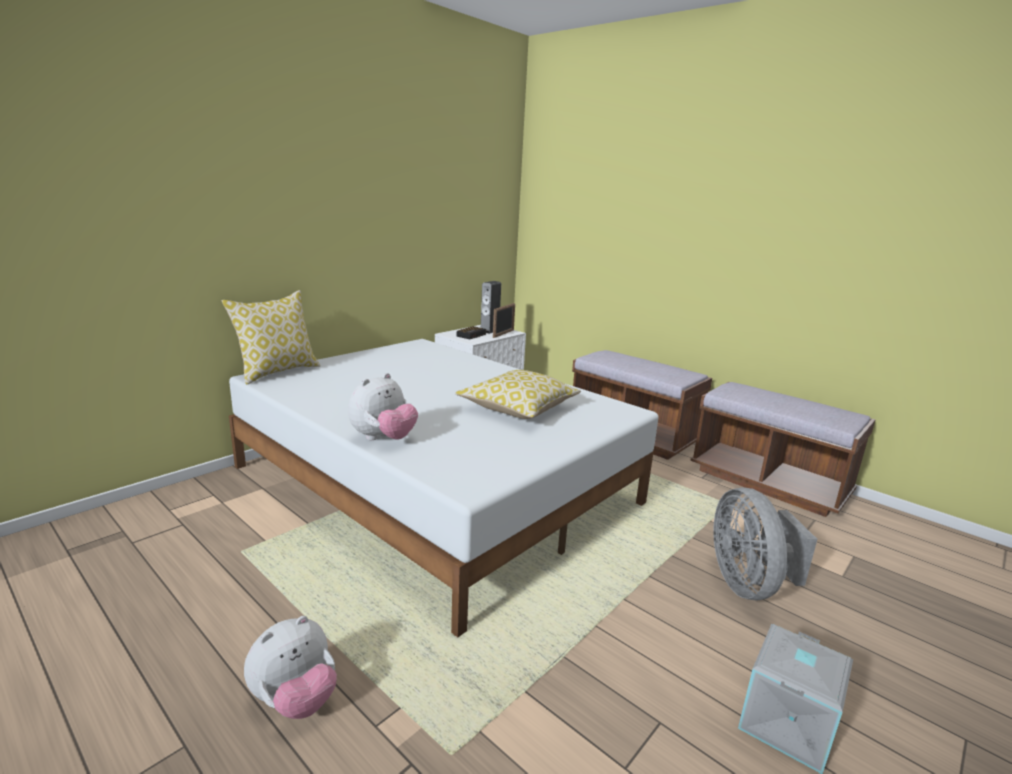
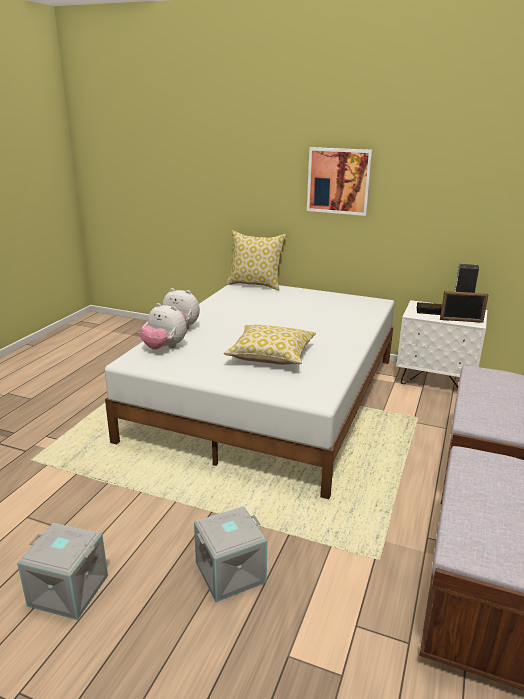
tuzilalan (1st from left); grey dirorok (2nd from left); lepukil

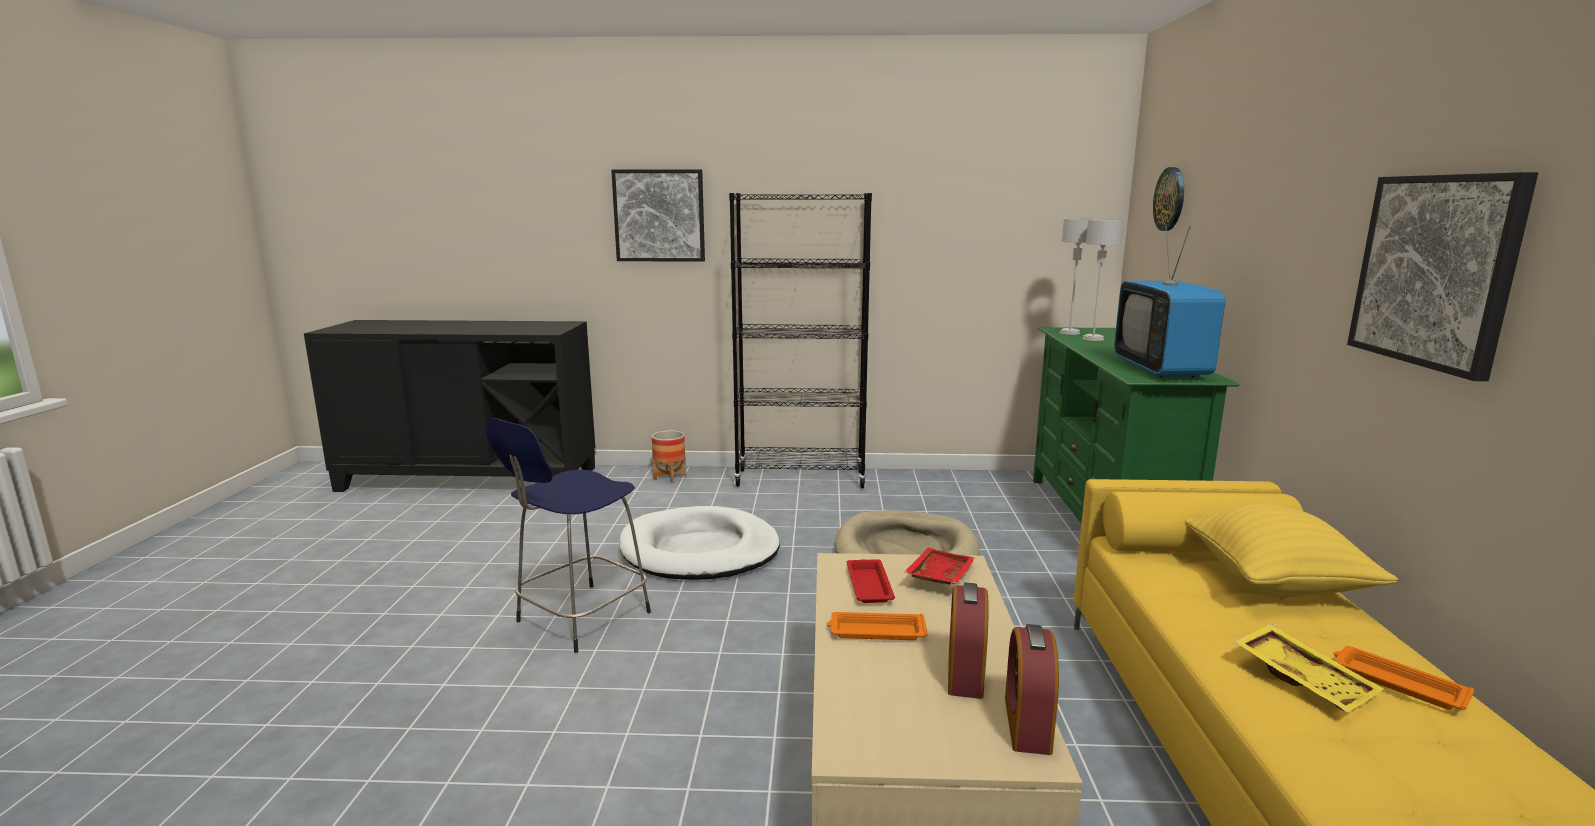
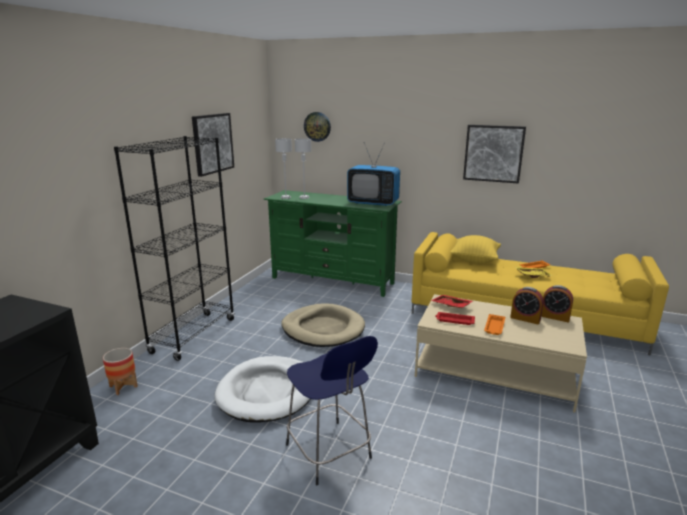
lepukil (1st from left)

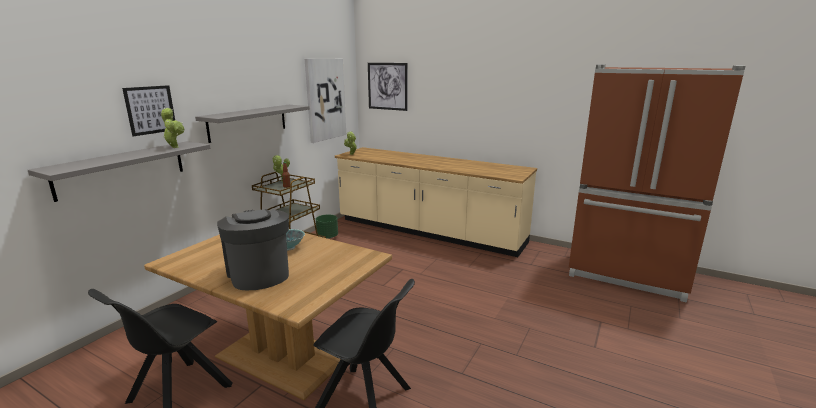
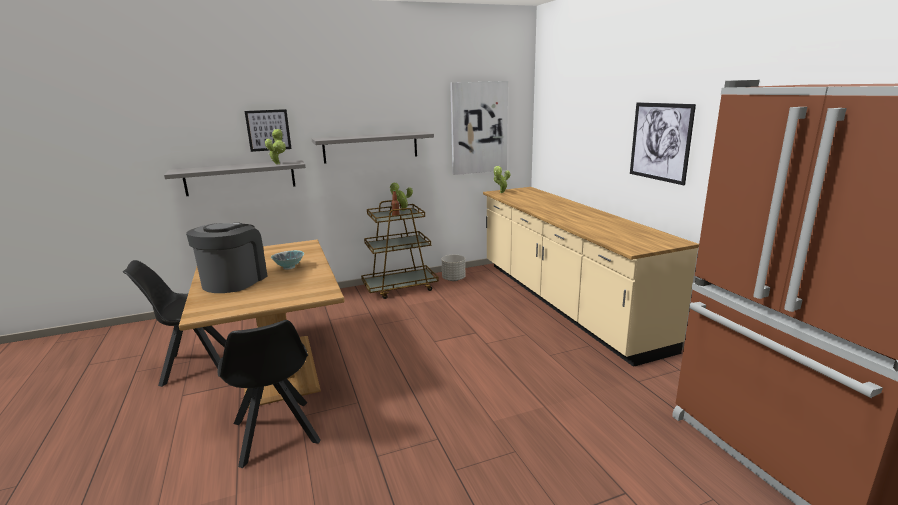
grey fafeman; lepukil (3rd from left)

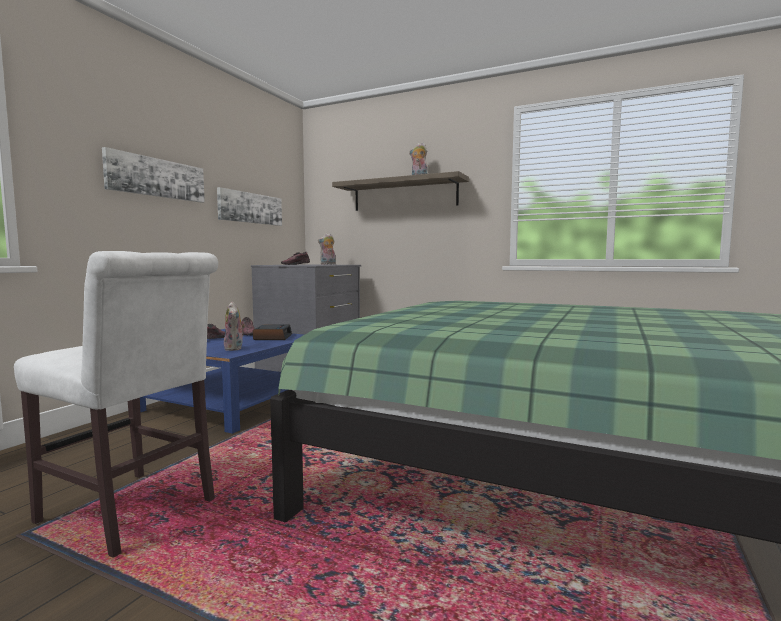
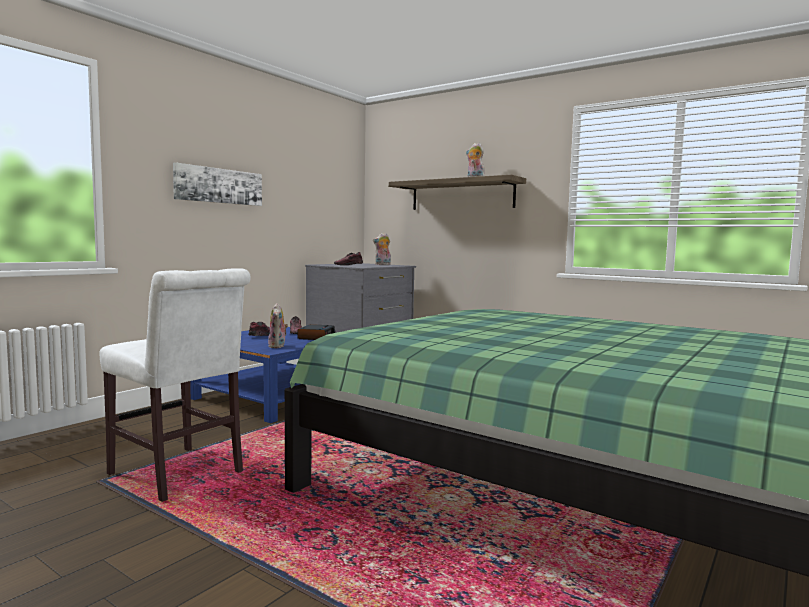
lepukil (2nd from left in the first image)

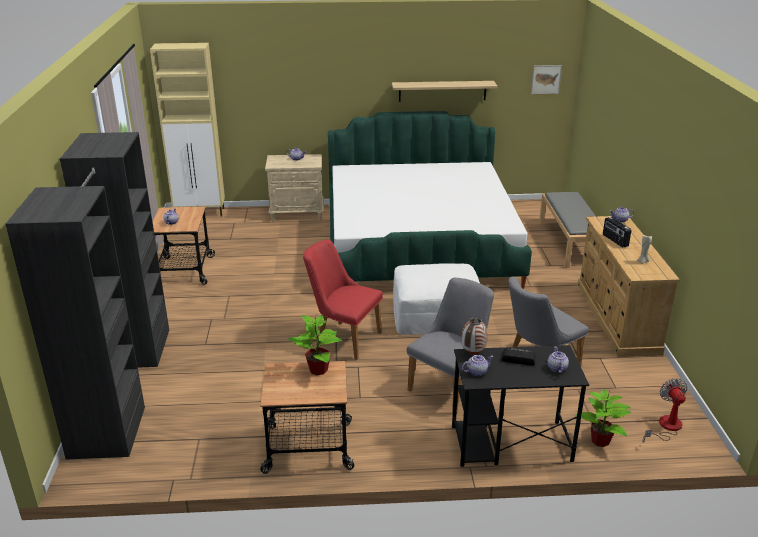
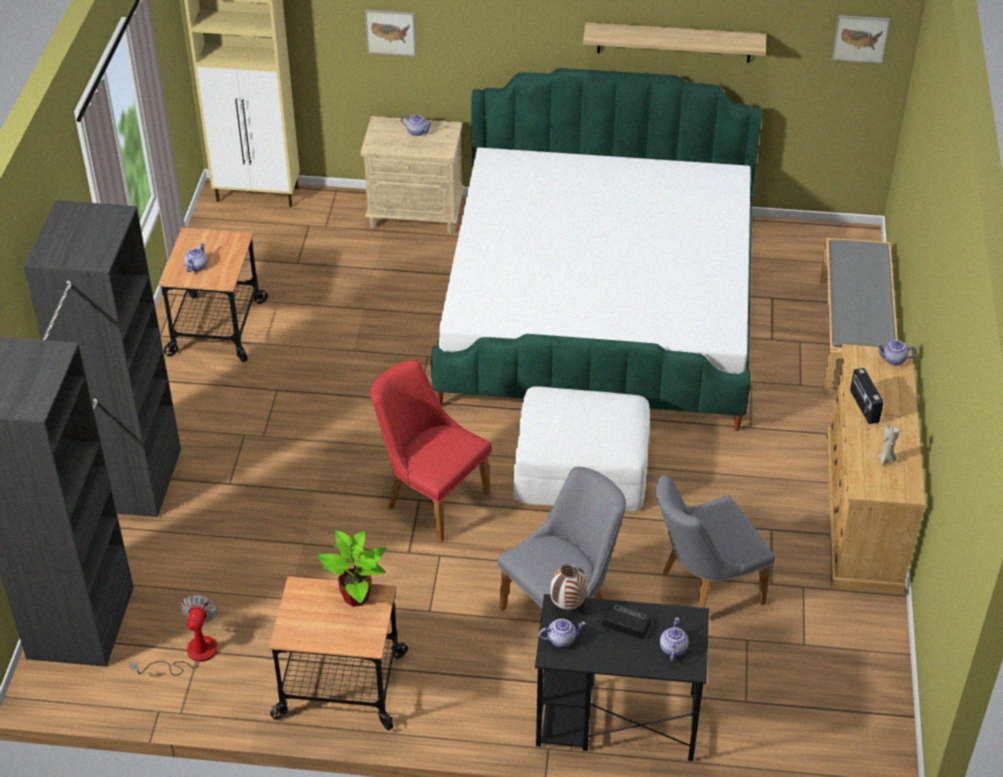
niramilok; lepukil (1st from left); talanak (2nd from left in the first image)

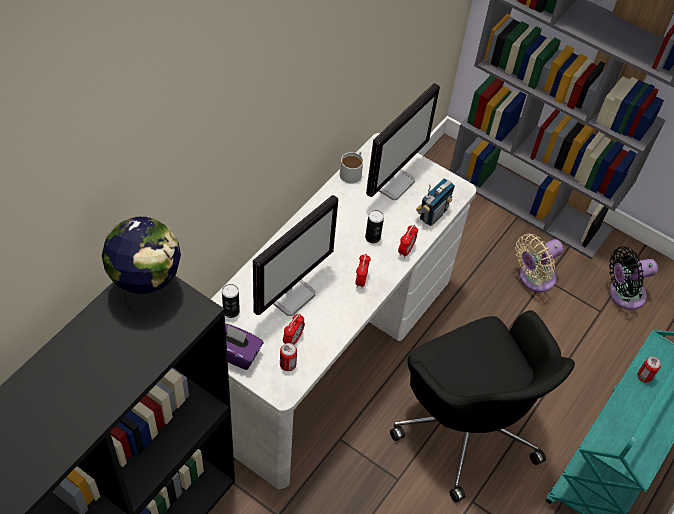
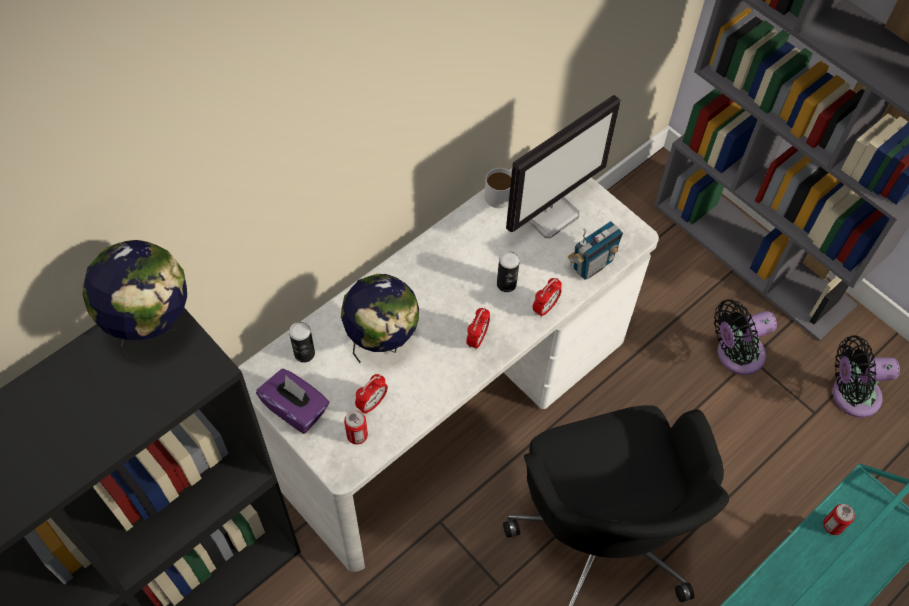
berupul (2nd from left); black niramilok (1st from left)

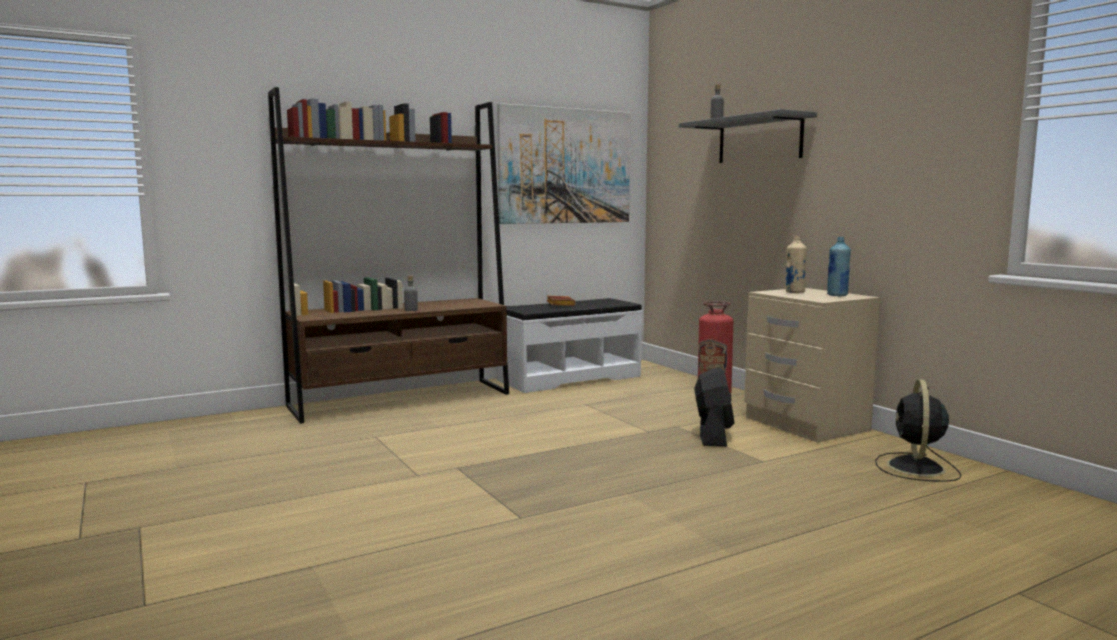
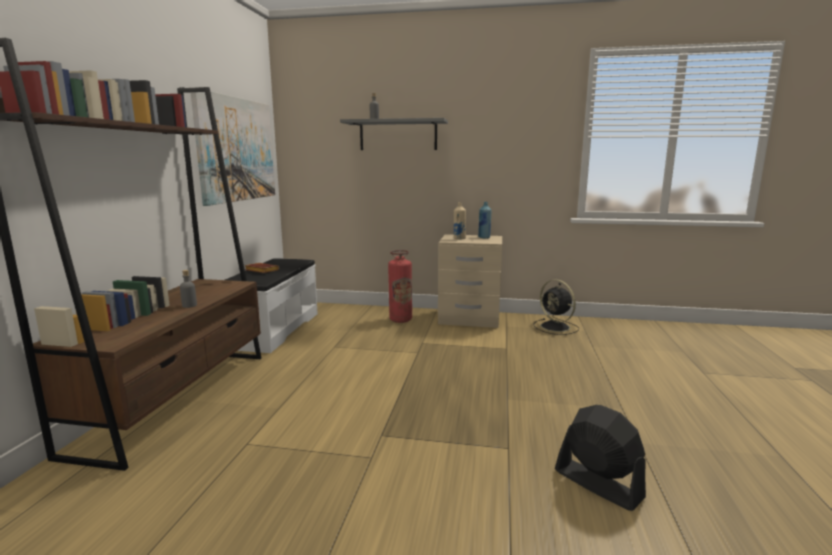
black niramilok (2nd from left)

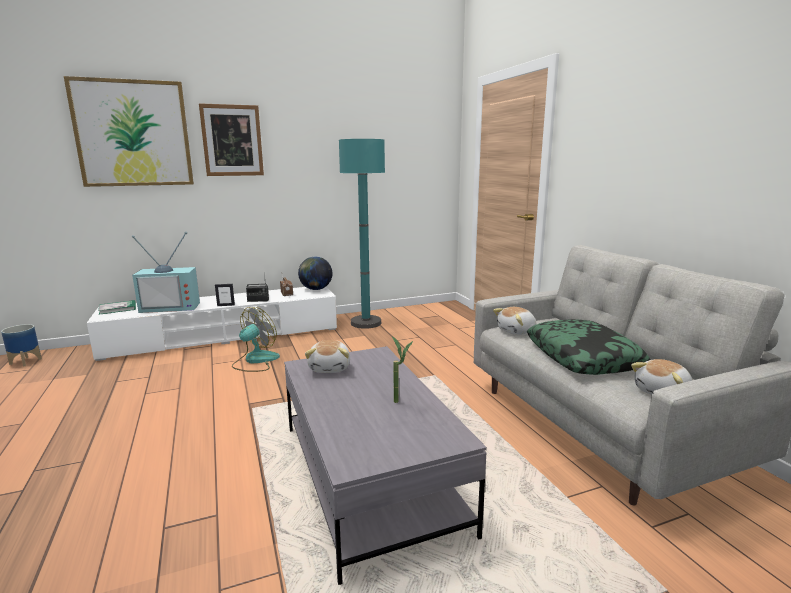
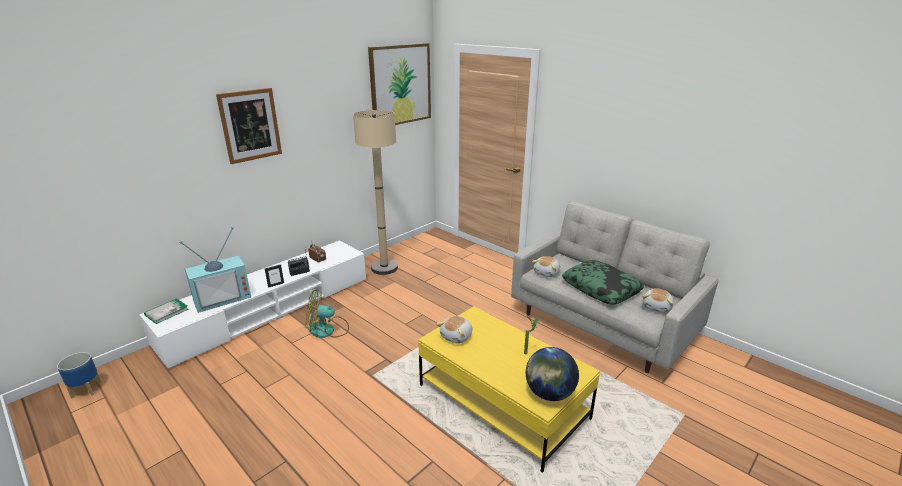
niramilok; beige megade; lepukil (2nd from left); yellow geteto; tuzilalan (1st from left); berupul

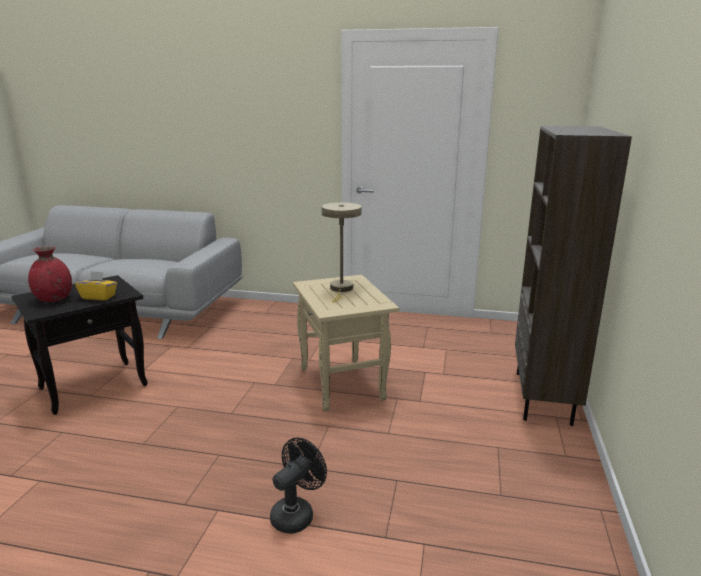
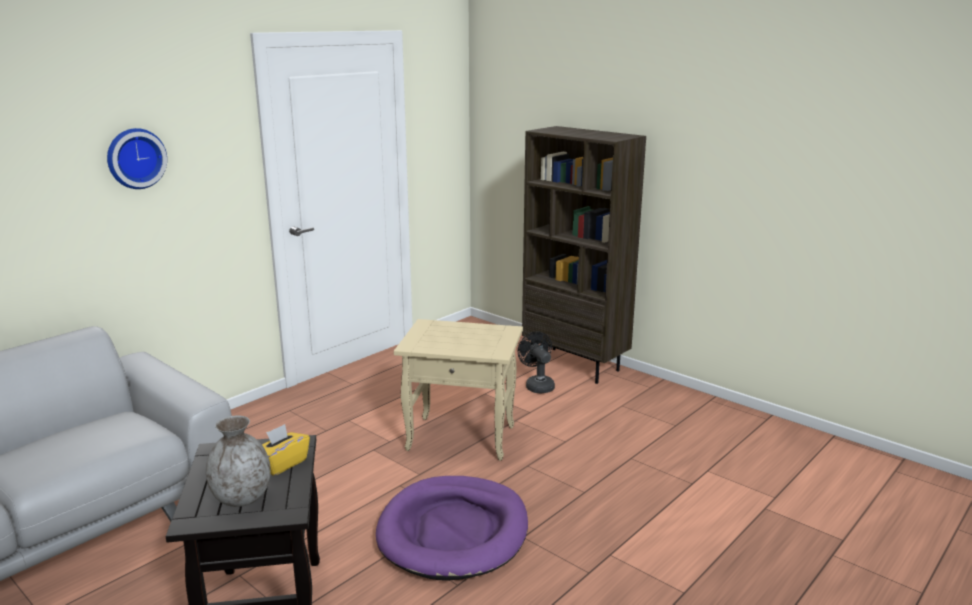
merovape; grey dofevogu; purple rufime; black niramilok; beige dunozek

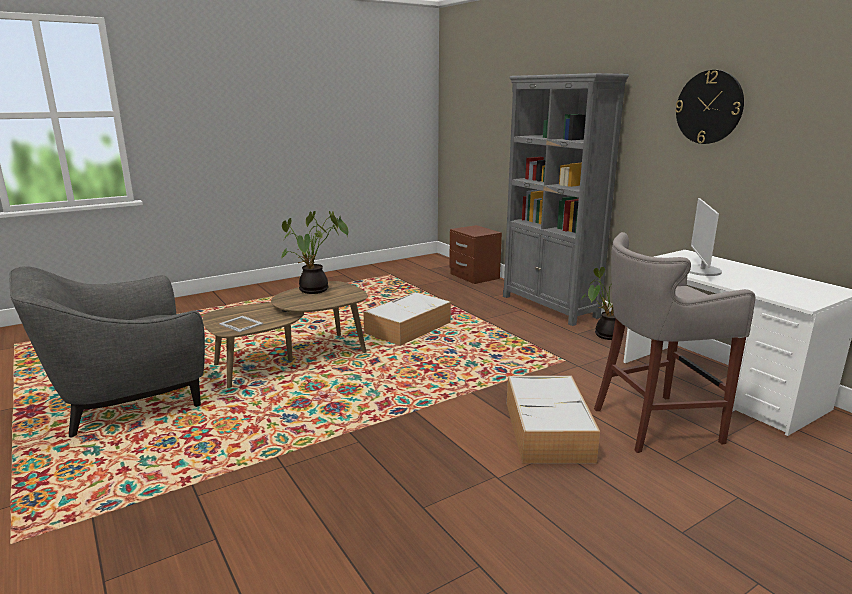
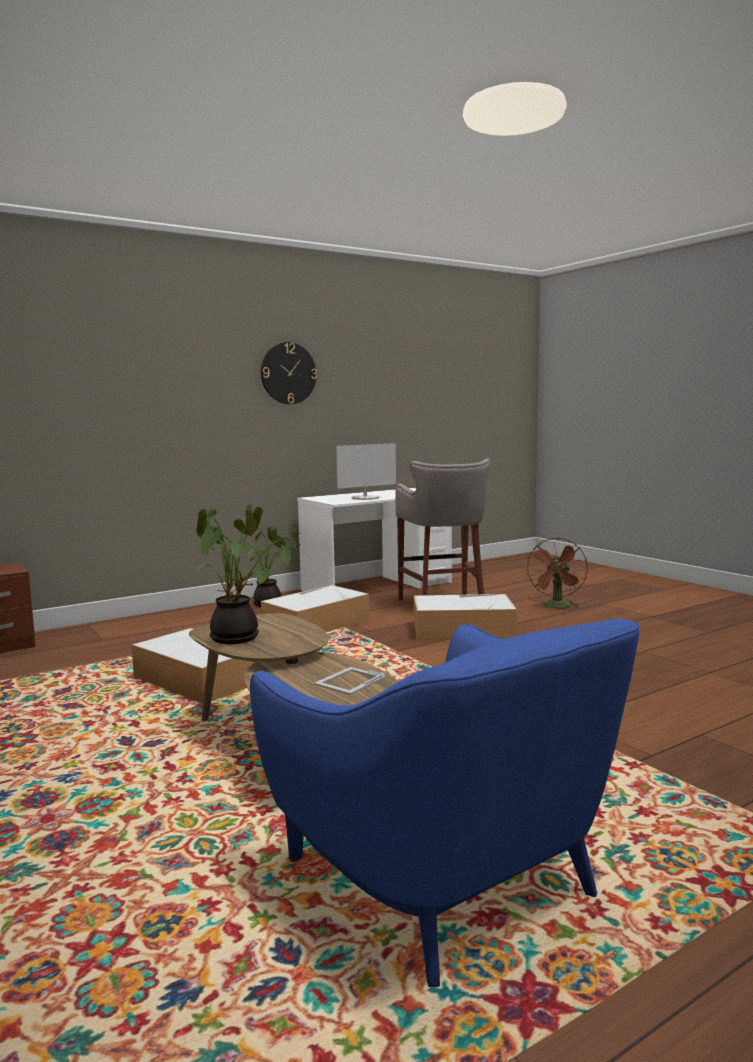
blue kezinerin; dirorok (2nd from left); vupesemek; brown niramilok; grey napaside

